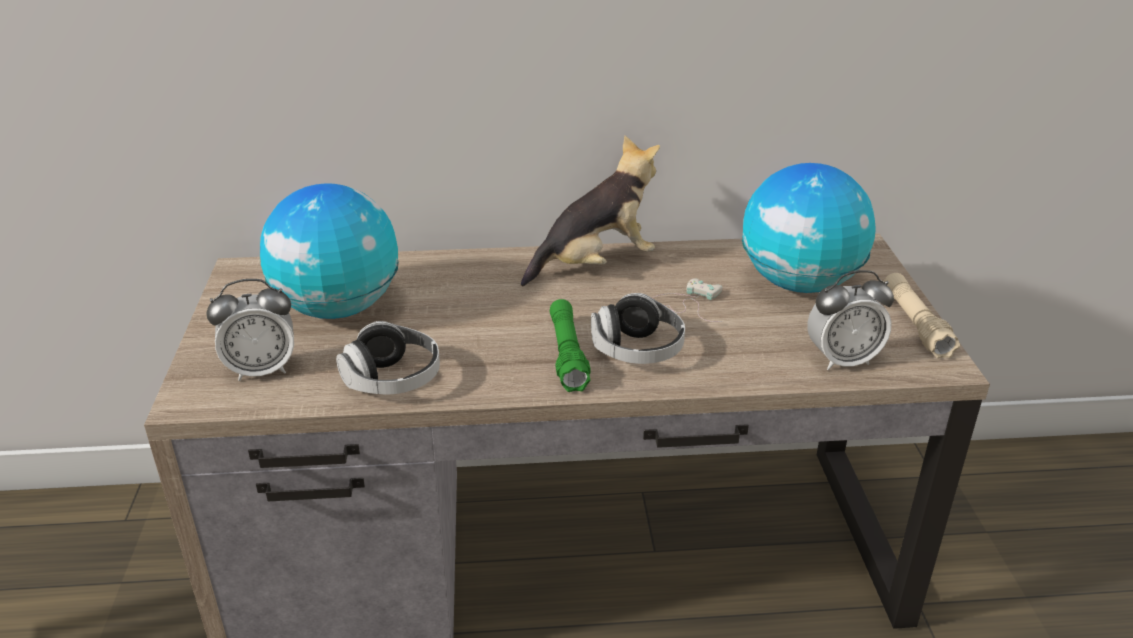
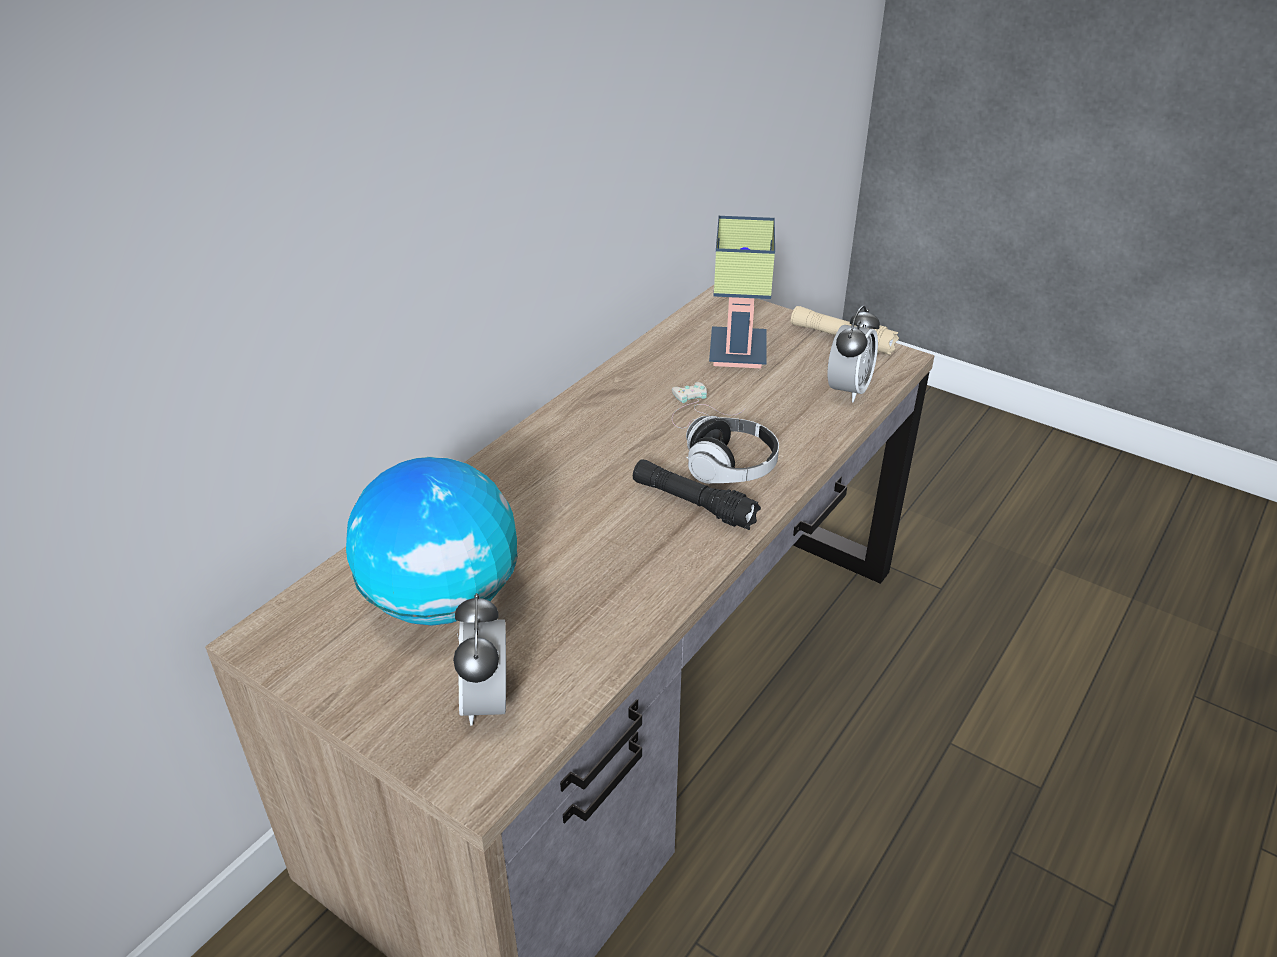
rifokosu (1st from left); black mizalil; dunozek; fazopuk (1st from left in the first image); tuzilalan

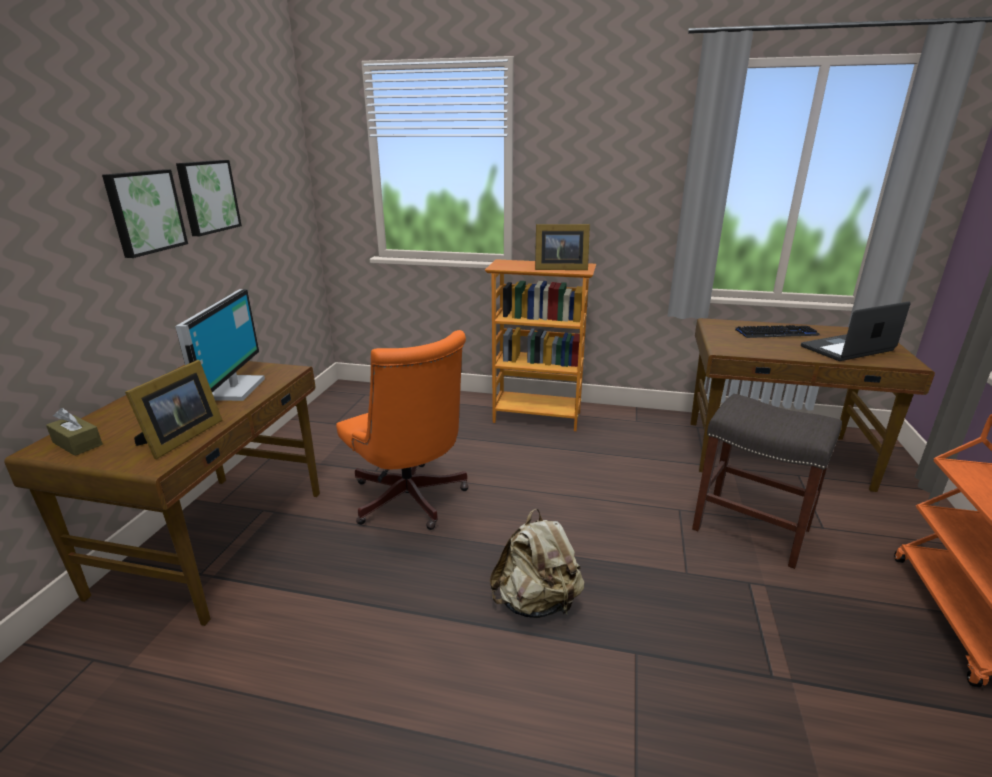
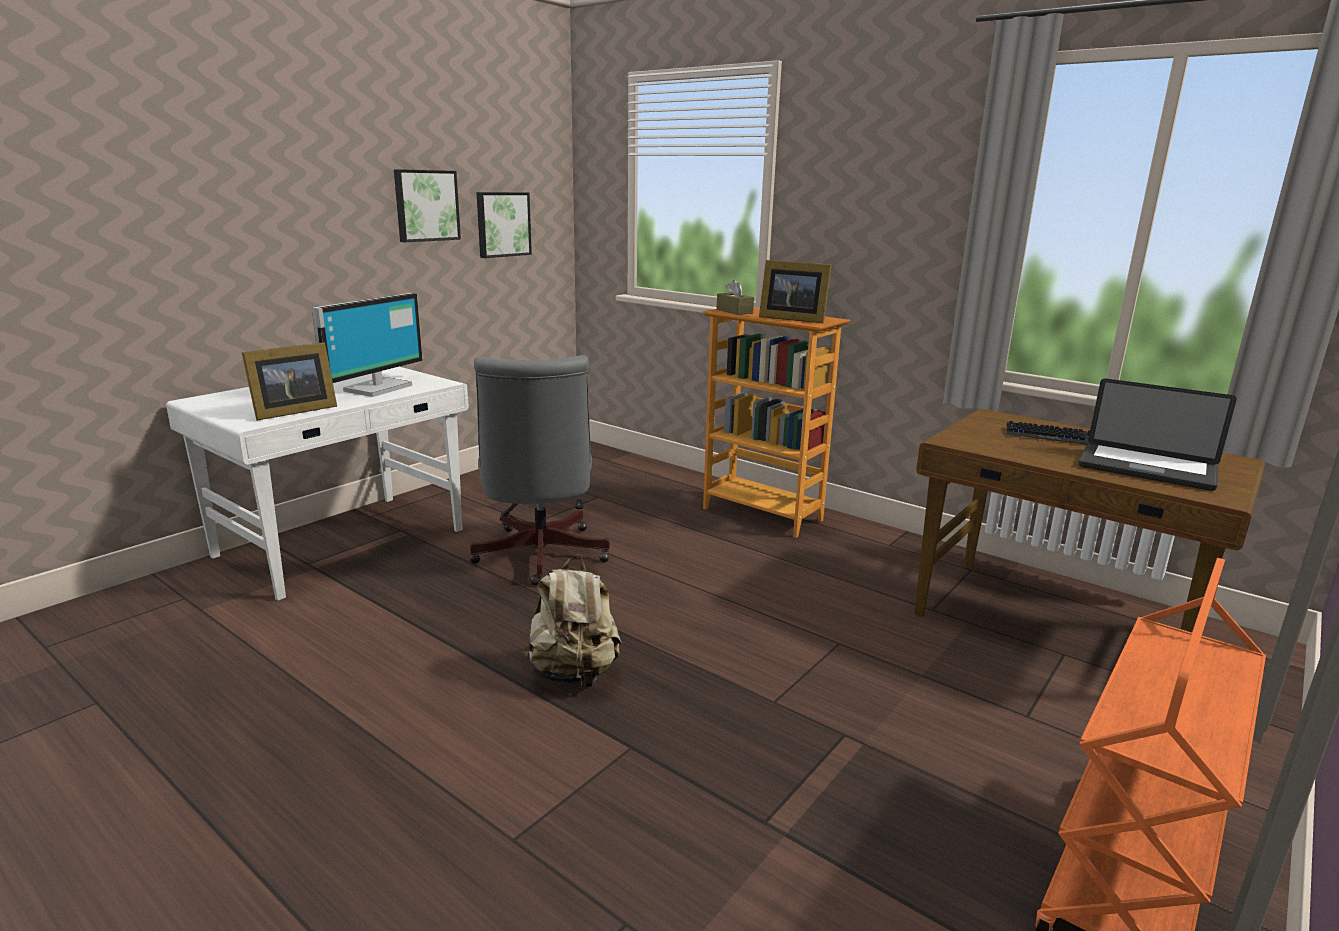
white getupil; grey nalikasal; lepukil (2nd from left); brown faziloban; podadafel; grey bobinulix

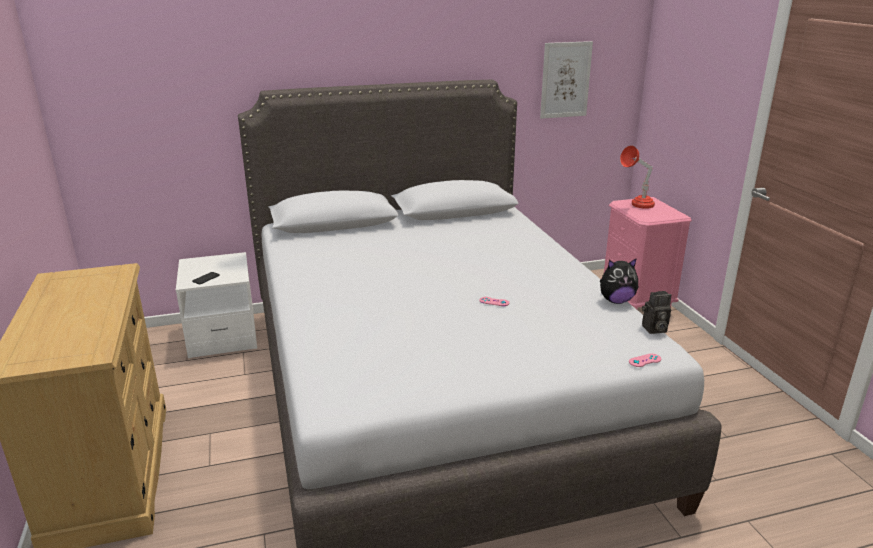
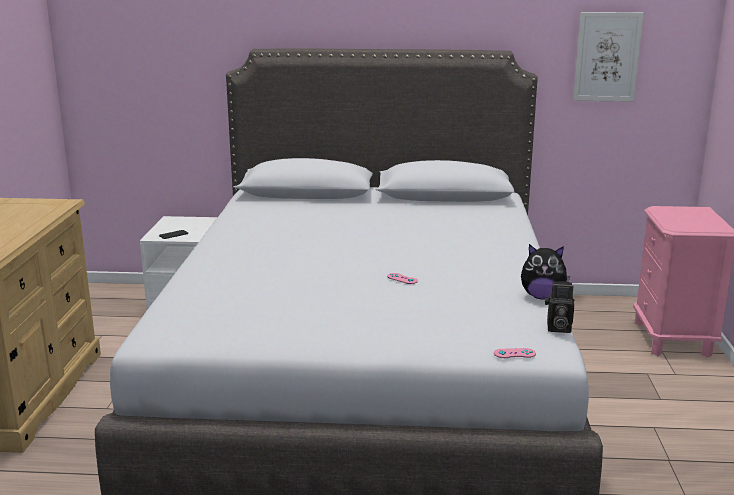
red dunozek

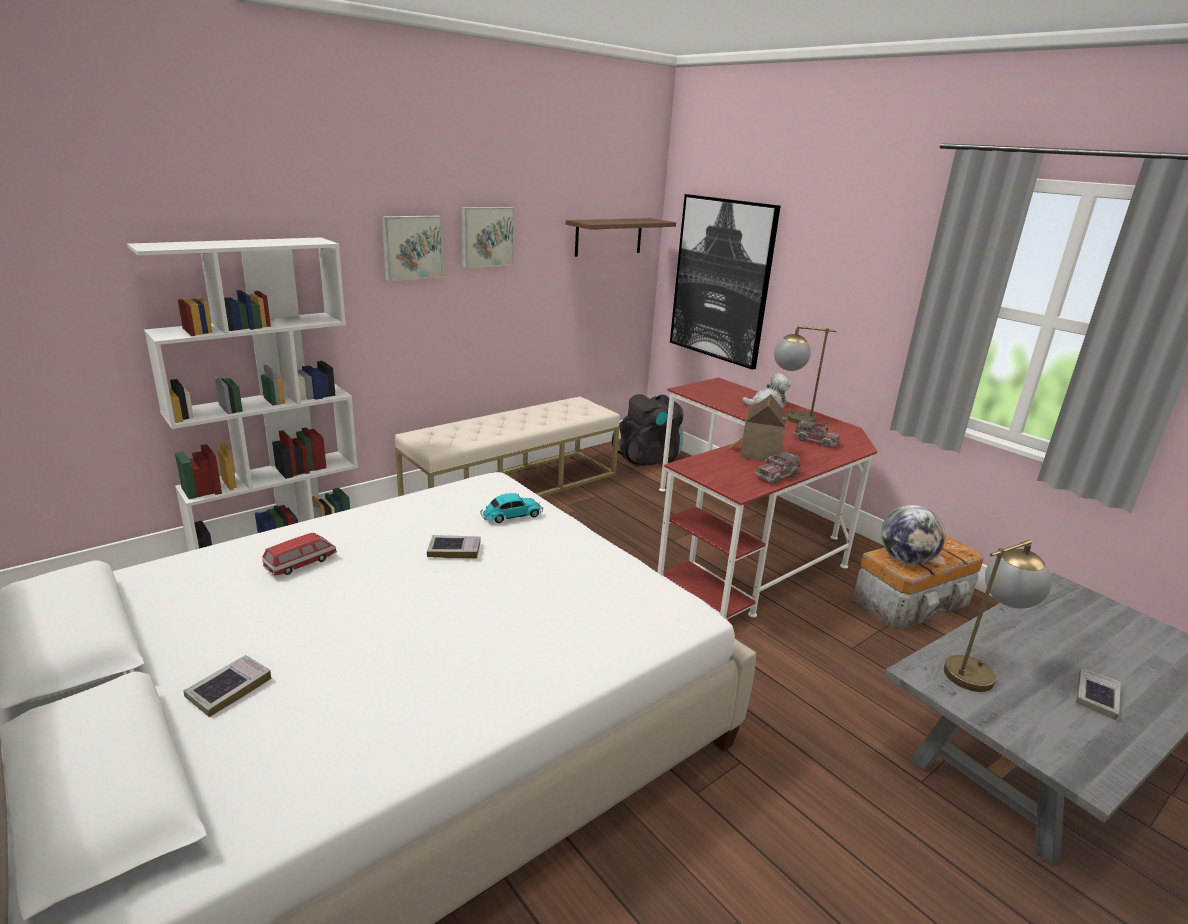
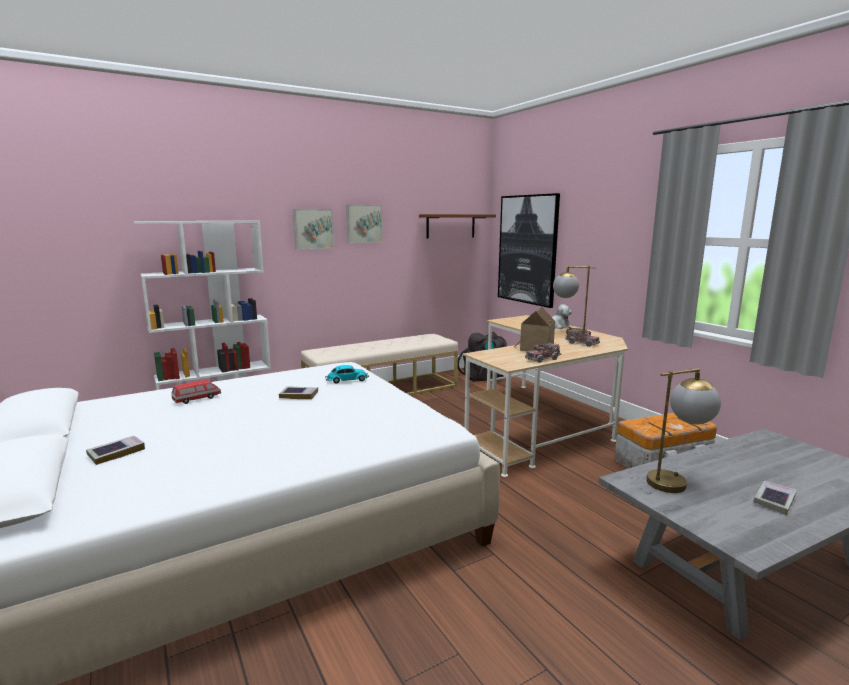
beige getupil; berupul

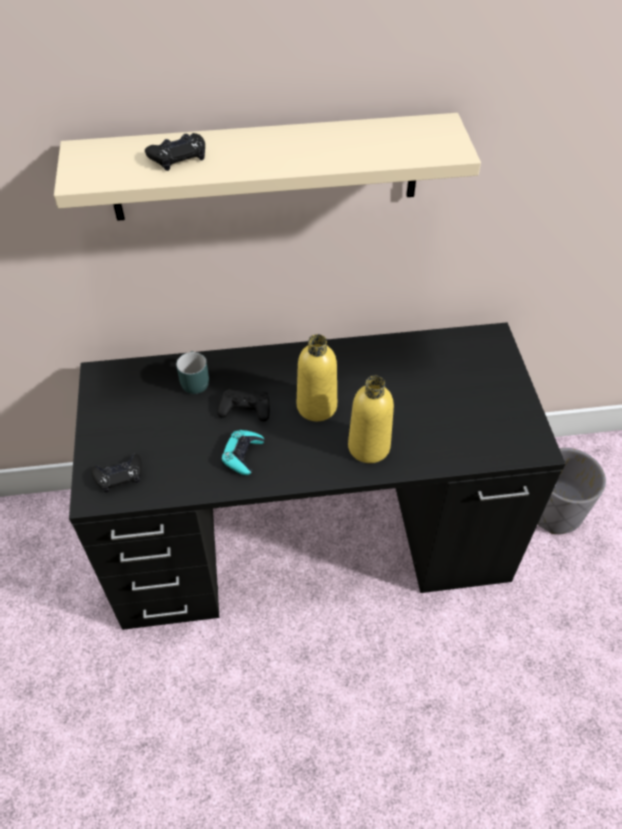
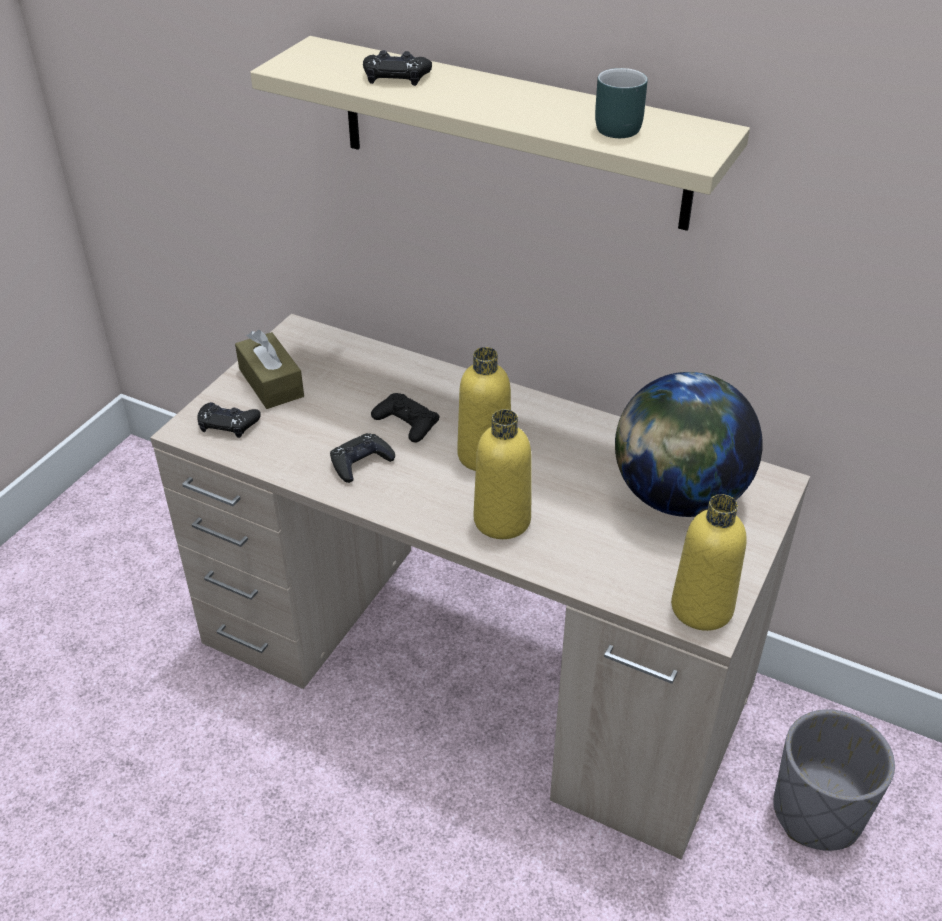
beige getupil; brown faziloban; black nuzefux (2nd from left); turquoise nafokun; berupul; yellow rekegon (3rd from left)

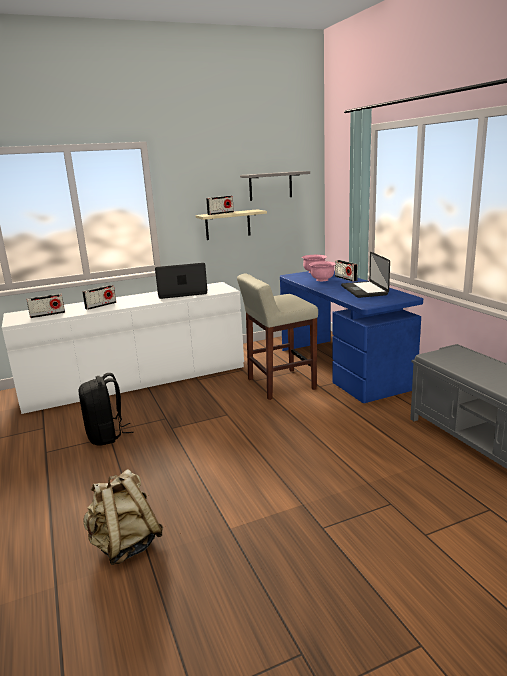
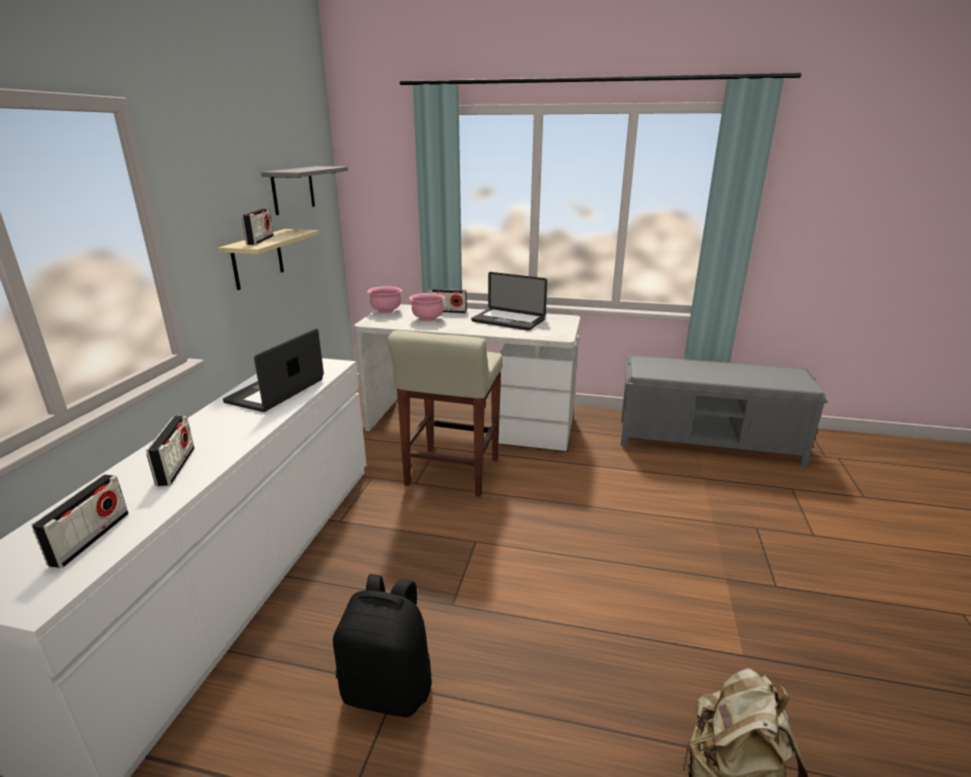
white getupil

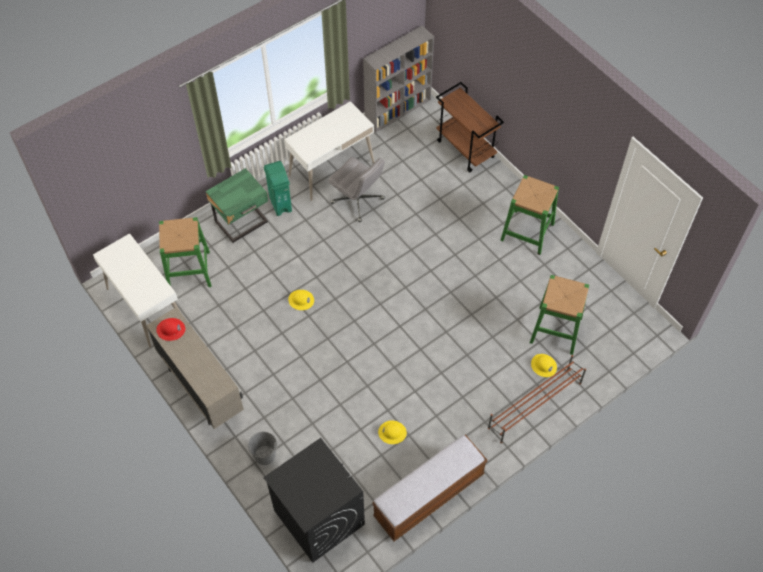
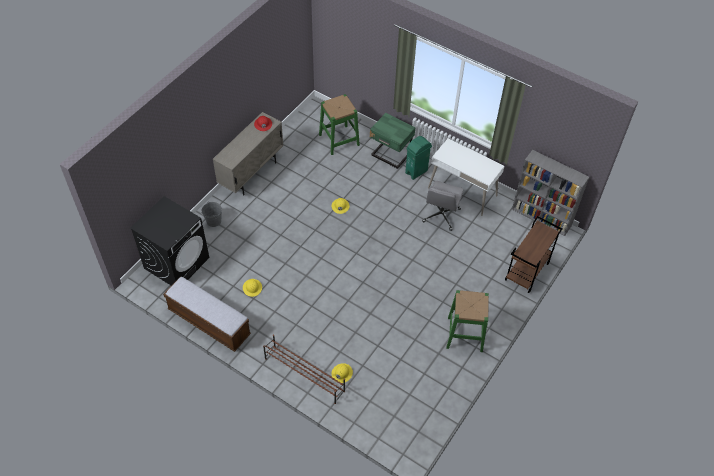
white getupil (1st from left in the first image); green bobinulix (3rd from left in the first image)

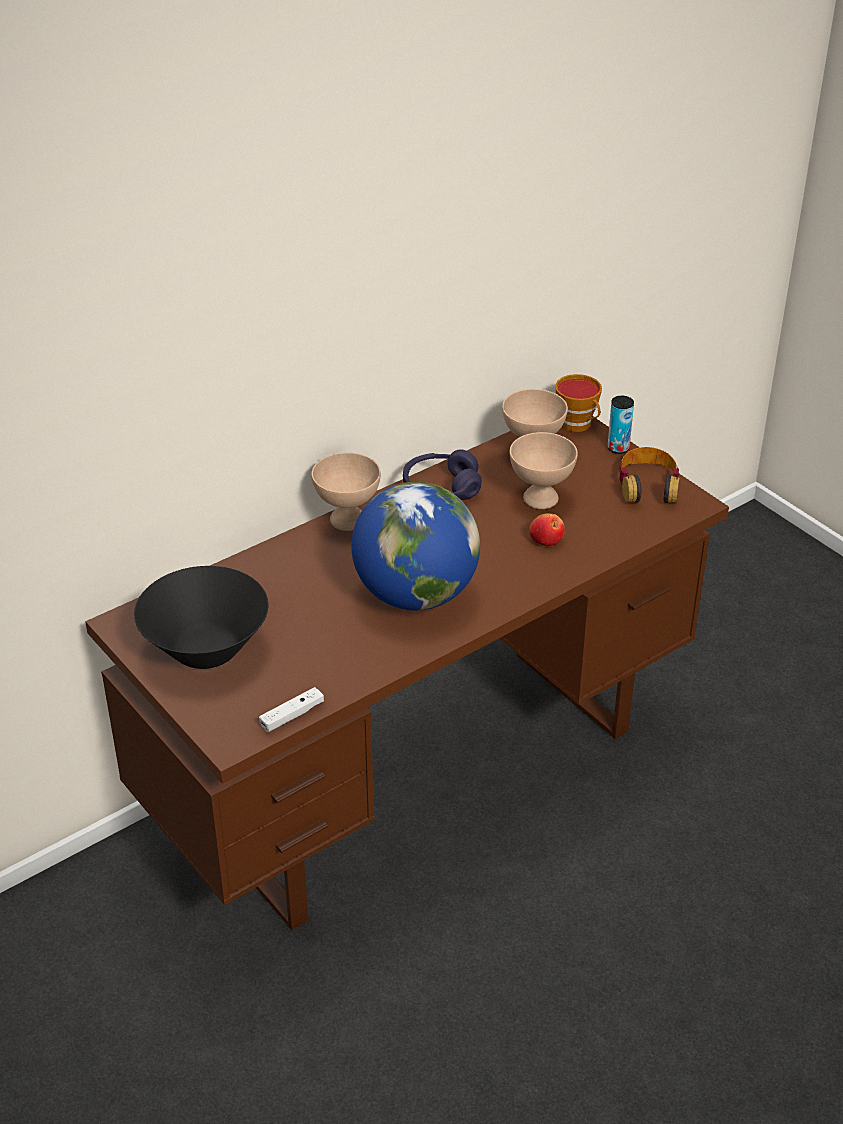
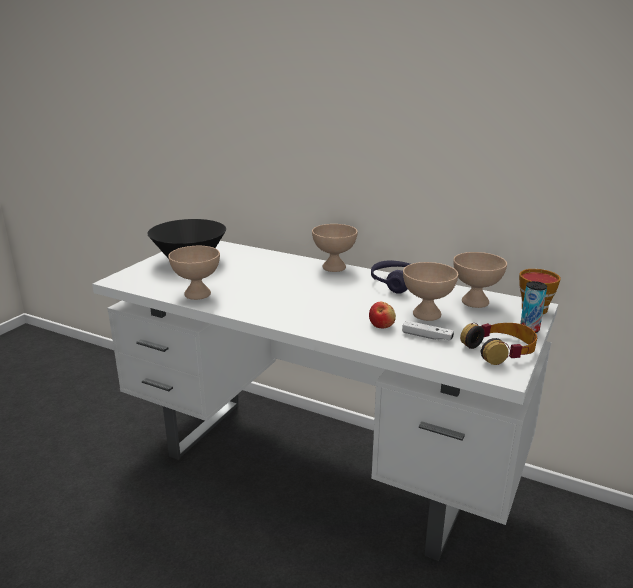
white getupil; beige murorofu (1st from left); white nuzefux; berupul

